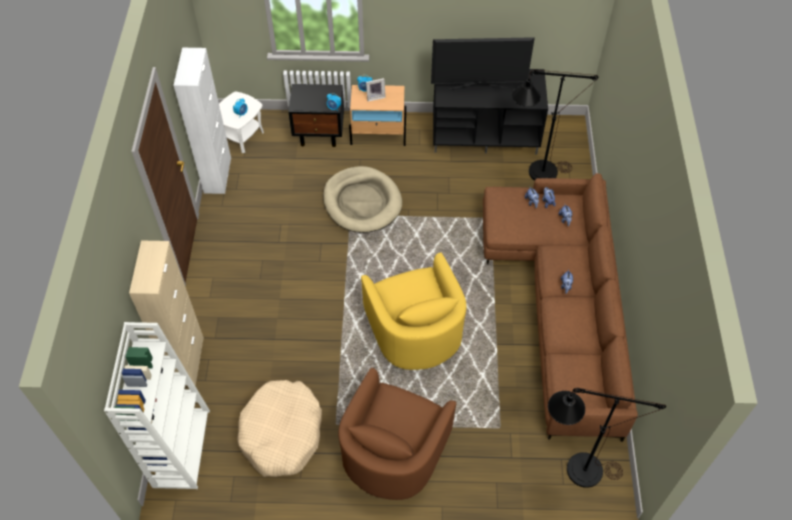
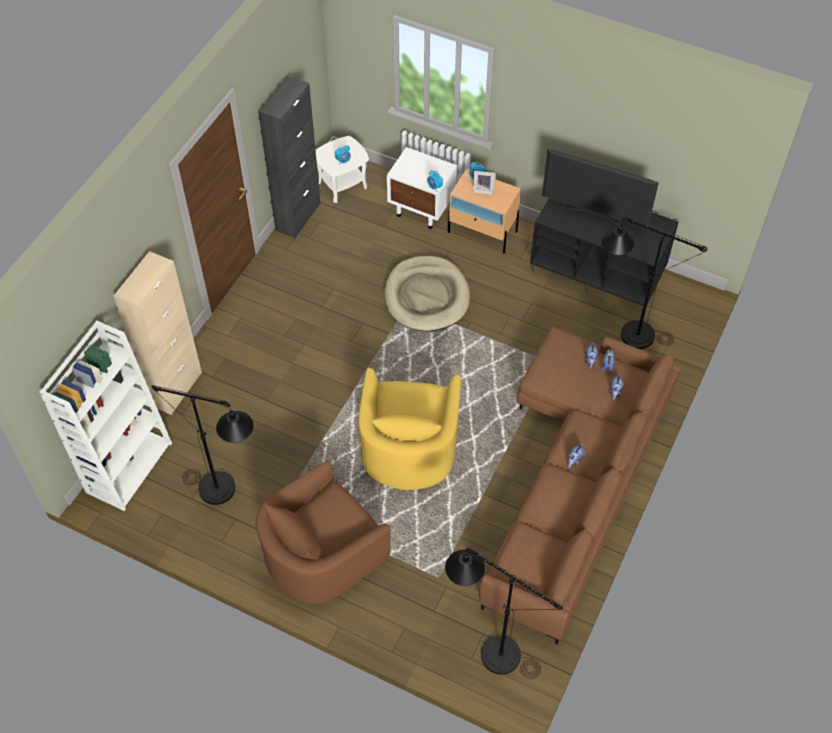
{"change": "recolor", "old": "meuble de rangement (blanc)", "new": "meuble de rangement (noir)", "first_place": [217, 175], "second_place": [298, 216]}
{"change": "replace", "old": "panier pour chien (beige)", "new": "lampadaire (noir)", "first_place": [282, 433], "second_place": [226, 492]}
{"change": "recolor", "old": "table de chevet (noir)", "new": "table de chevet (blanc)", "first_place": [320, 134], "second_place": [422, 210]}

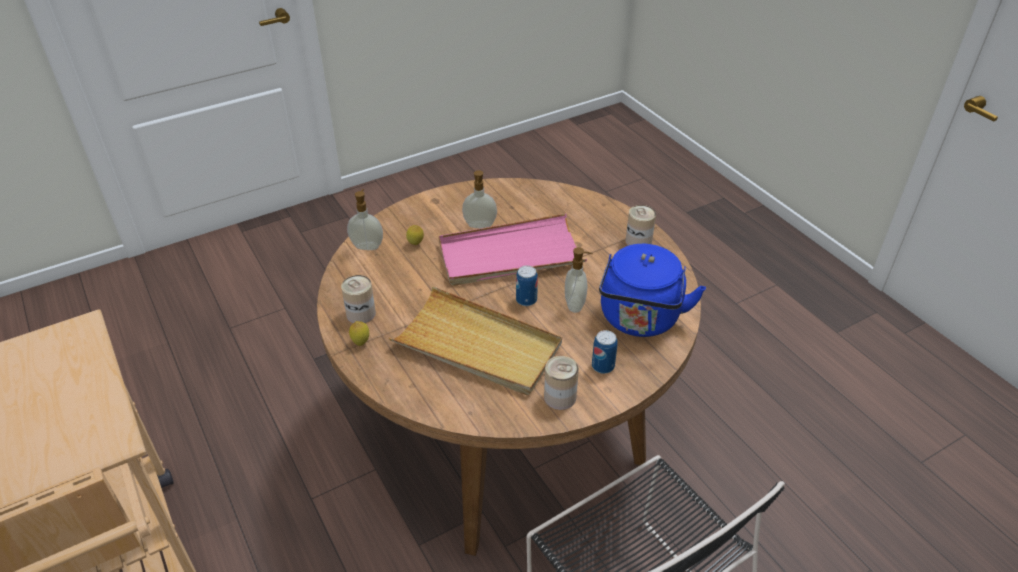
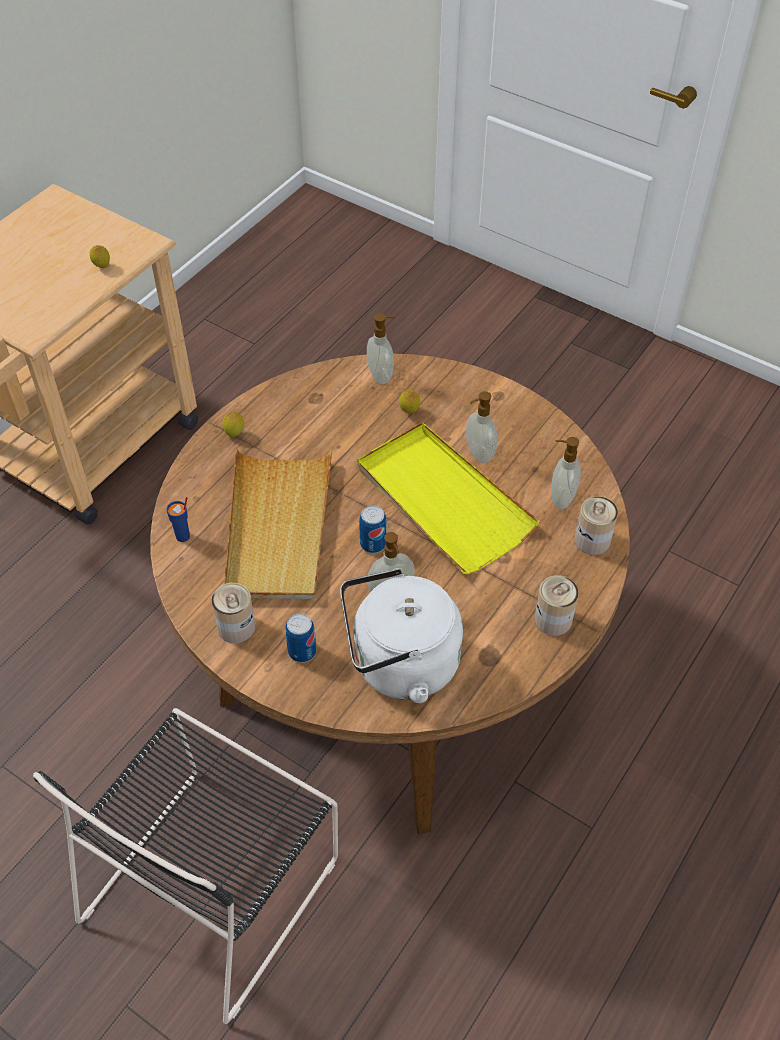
{"change": "move", "old": "boîte métallique", "first_place": [361, 313], "second_place": [592, 540]}
{"change": "recolor", "old": "plateau (rose)", "new": "plateau (jaune)", "first_place": [510, 255], "second_place": [442, 501]}
{"change": "recolor", "old": "bouilloire (bleu)", "new": "bouilloire (blanc)", "first_place": [639, 320], "second_place": [399, 665]}
{"change": "insert", "new": "citron", "second_place": [102, 267]}
{"change": "insert", "new": "tasse (bleu)", "second_place": [183, 536]}
{"change": "insert", "new": "distributeur de savon", "second_place": [560, 497]}

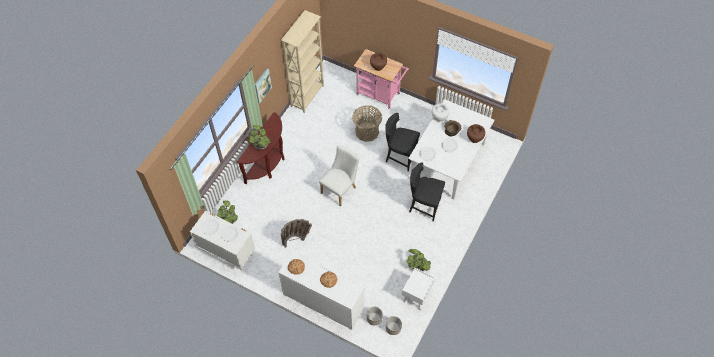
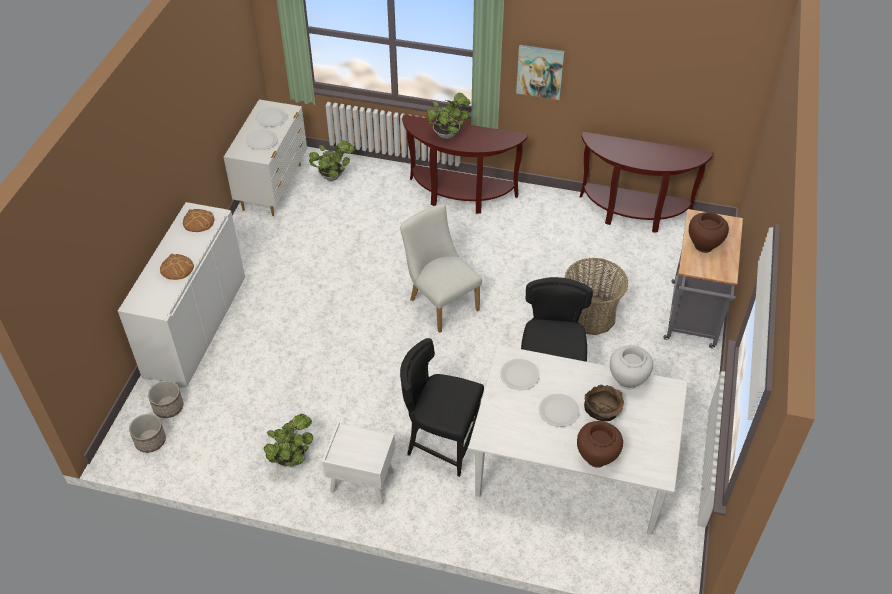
{"change": "replace", "old": "bibliothèque (beige)", "new": "table console (marron)", "first_place": [308, 96], "second_place": [633, 214]}
{"change": "delete", "old": "panier", "first_place": [297, 239]}
{"change": "rotate", "old": "chaise (blanc)", "first_place": [340, 189], "second_place": [440, 302], "degrees": -150}
{"change": "recolor", "old": "chariot (rose)", "new": "chariot (gris)", "first_place": [380, 95], "second_place": [692, 319]}
{"change": "move", "old": "table de chevet (blanc)", "first_place": [417, 295], "second_place": [361, 481]}
{"change": "rotate", "old": "chaise (noir)", "first_place": [424, 206], "second_place": [441, 443], "degrees": -75}

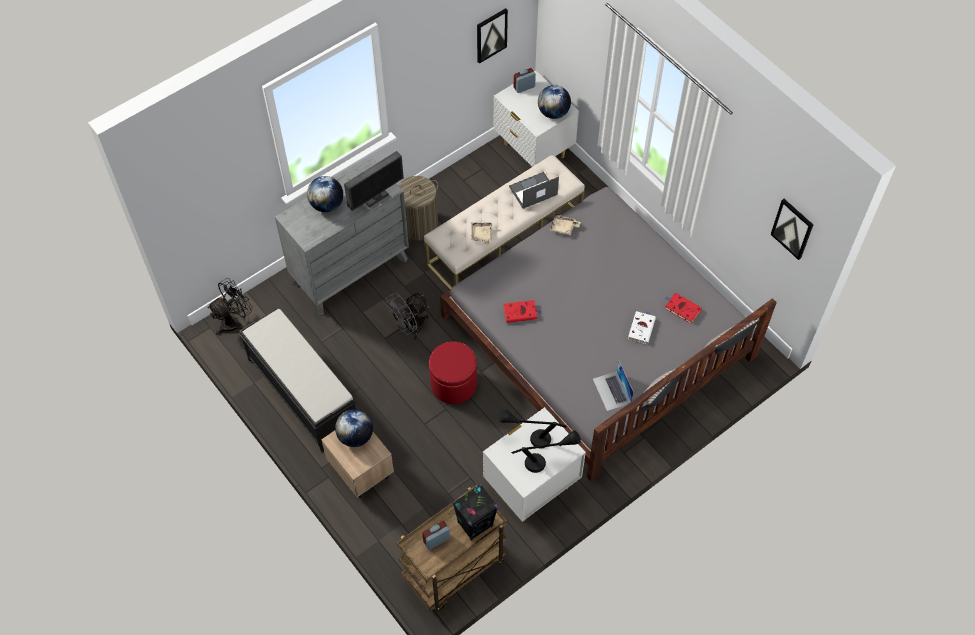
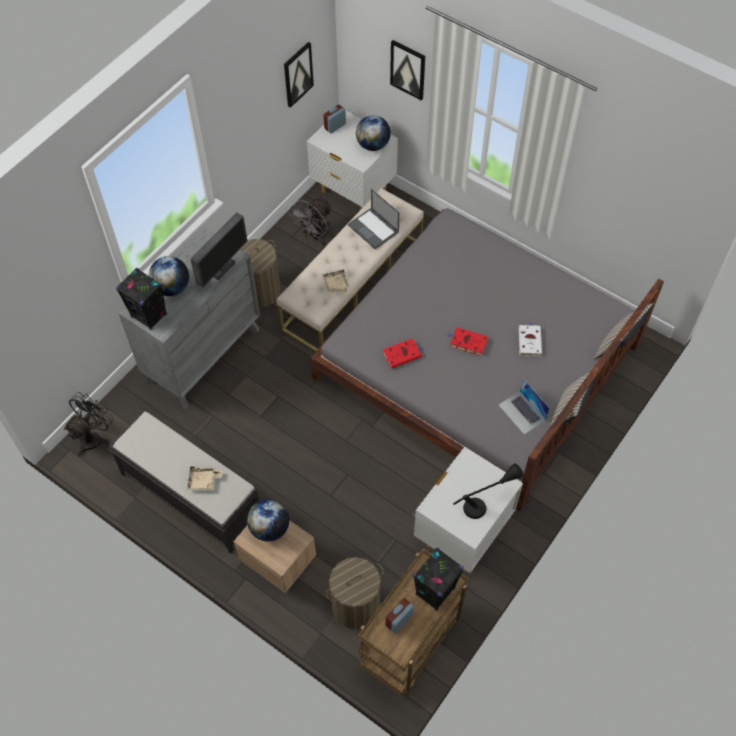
{"change": "move", "old": "ventilateur (gris)", "first_place": [410, 328], "second_place": [315, 236]}
{"change": "delete", "old": "pouf (rouge)", "first_place": [453, 384]}
{"change": "delete", "old": "lampe de table (noir)", "first_place": [529, 437]}
{"change": "rotate", "old": "ordinateur portable", "first_place": [532, 191], "second_place": [374, 229], "degrees": -90}
{"change": "move", "old": "plateau (beige)", "first_place": [563, 227], "second_place": [204, 481]}
{"change": "move", "old": "livre (rouge)", "first_place": [681, 309], "second_place": [467, 342]}
{"change": "move", "old": "tableau", "first_place": [792, 228], "second_place": [408, 69]}
{"change": "insert", "new": "enceinte (noir)", "second_place": [149, 316]}
{"change": "insert", "new": "panier à linge", "second_place": [356, 605]}

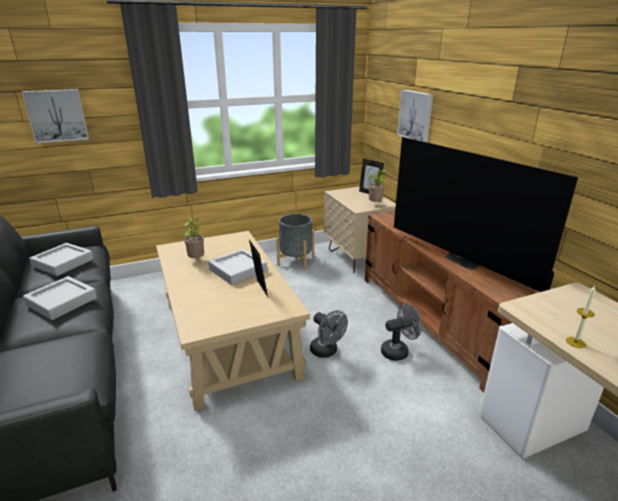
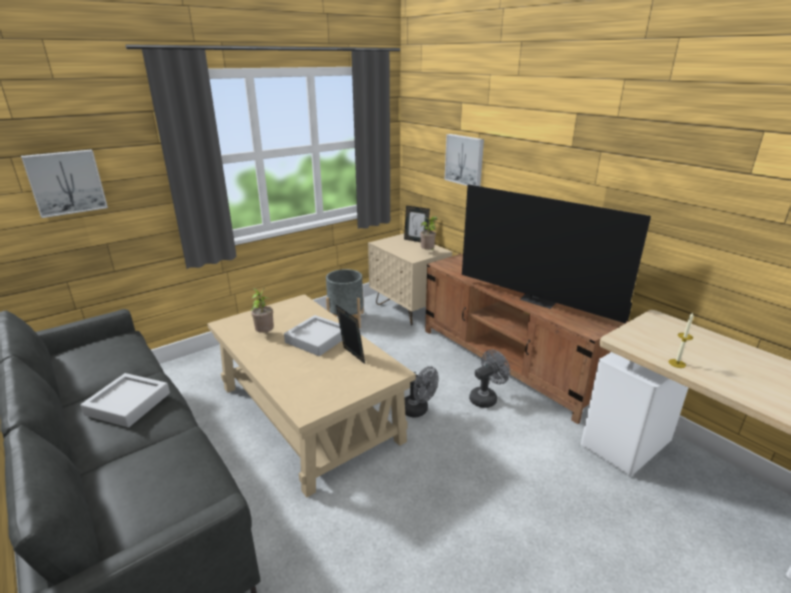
{"change": "delete", "old": "plateau (gris)", "first_place": [63, 263]}

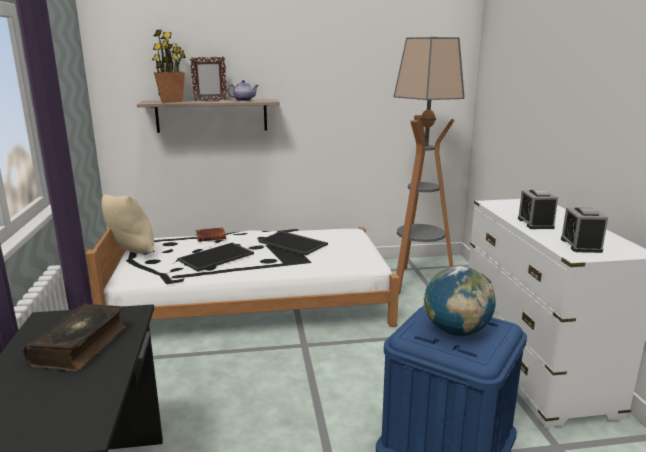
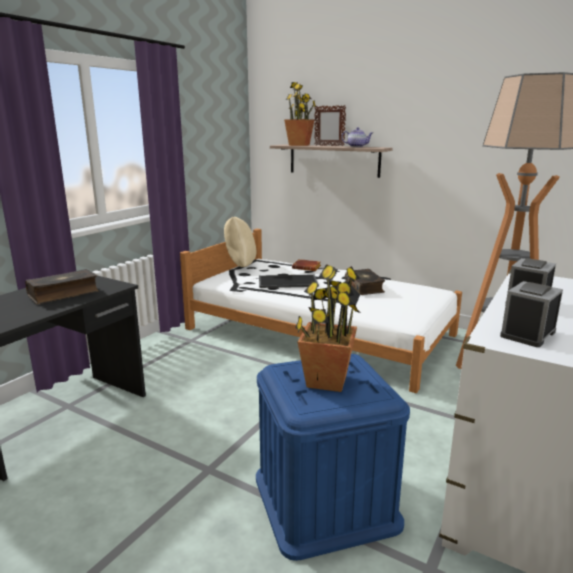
{"change": "replace", "old": "plateau", "new": "livre", "first_place": [294, 243], "second_place": [365, 287]}
{"change": "replace", "old": "globe", "new": "plante en pot", "first_place": [456, 331], "second_place": [326, 381]}

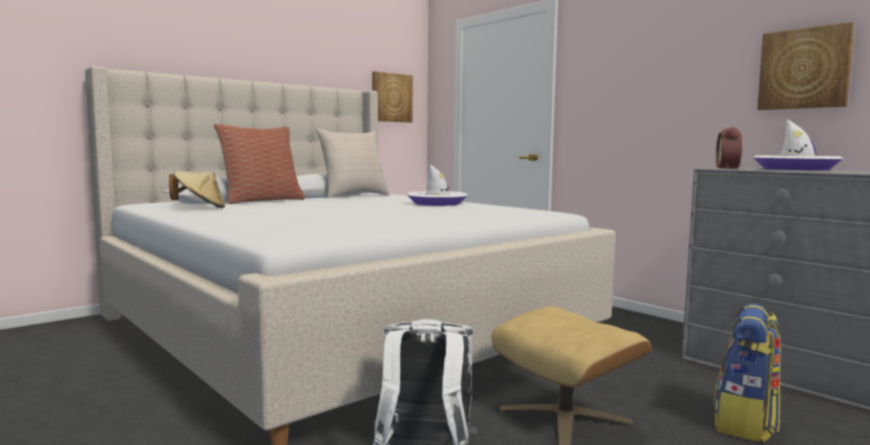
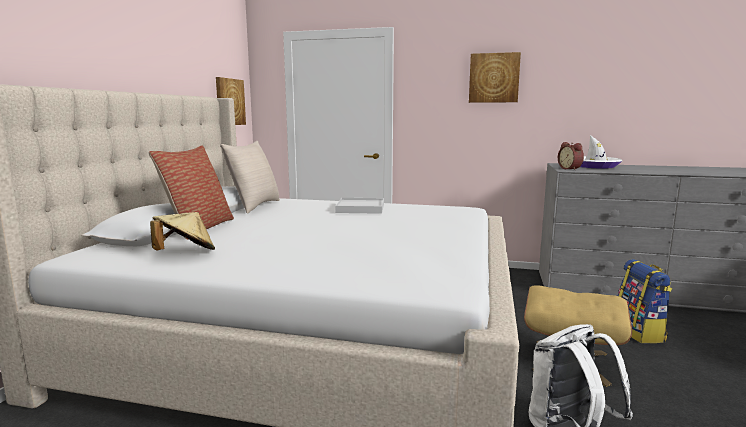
{"change": "replace", "old": "chapeau (blanc)", "new": "plateau (blanc)", "first_place": [437, 203], "second_place": [360, 208]}
{"change": "move", "old": "tableau", "first_place": [804, 69], "second_place": [494, 78]}

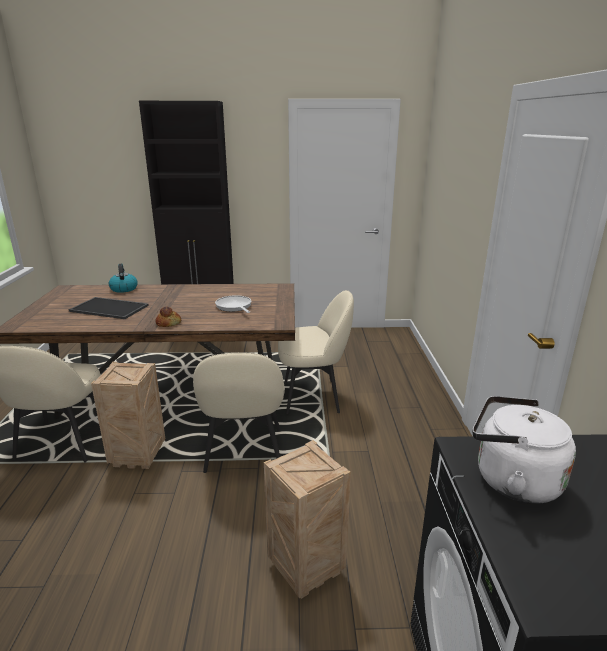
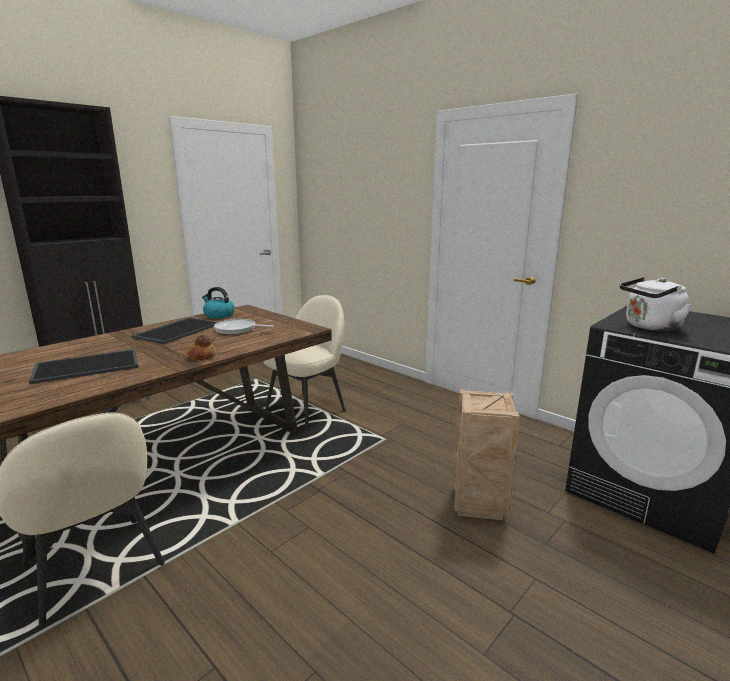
{"change": "delete", "old": "caisse", "first_place": [139, 455]}
{"change": "move", "old": "bouilloire", "first_place": [123, 289], "second_place": [218, 315]}
{"change": "delete", "old": "chaise (beige)", "first_place": [244, 452]}
{"change": "insert", "new": "plateau", "second_place": [177, 330]}

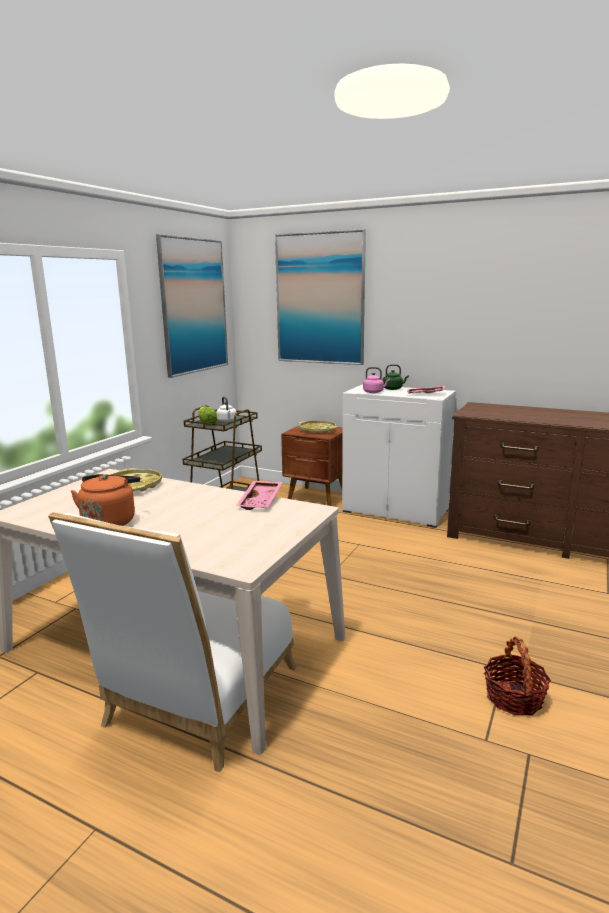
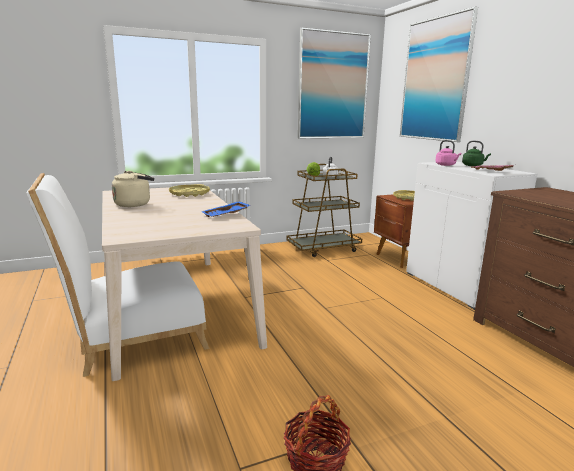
{"change": "recolor", "old": "bouilloire (orange)", "new": "bouilloire (beige)", "first_place": [110, 521], "second_place": [135, 204]}
{"change": "recolor", "old": "plateau (rose)", "new": "plateau (bleu)", "first_place": [261, 501], "second_place": [226, 215]}

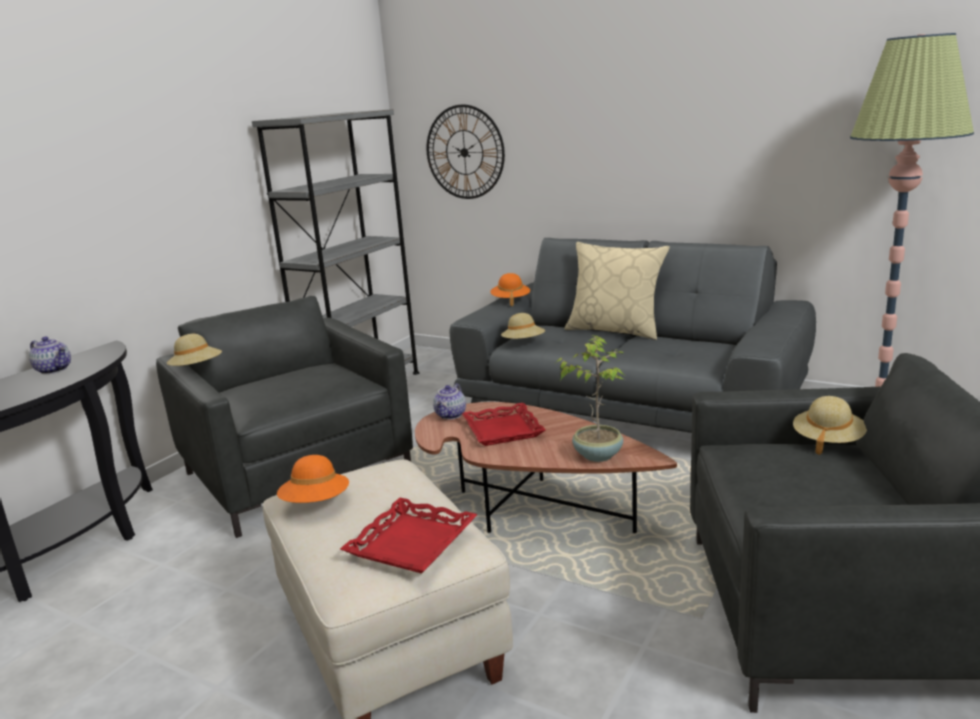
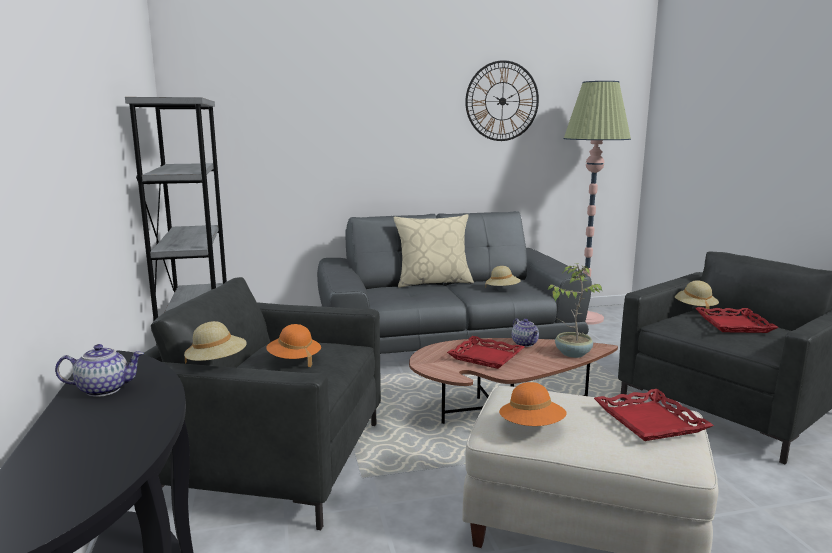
{"change": "move", "old": "horloge murale", "first_place": [464, 152], "second_place": [502, 101]}
{"change": "move", "old": "théière", "first_place": [451, 415], "second_place": [525, 343]}
{"change": "move", "old": "chapeau (orange)", "first_place": [510, 301], "second_place": [294, 360]}
{"change": "move", "old": "chapeau (beige)", "first_place": [523, 343], "second_place": [502, 289]}
{"change": "insert", "new": "plateau (rouge)", "second_place": [733, 324]}

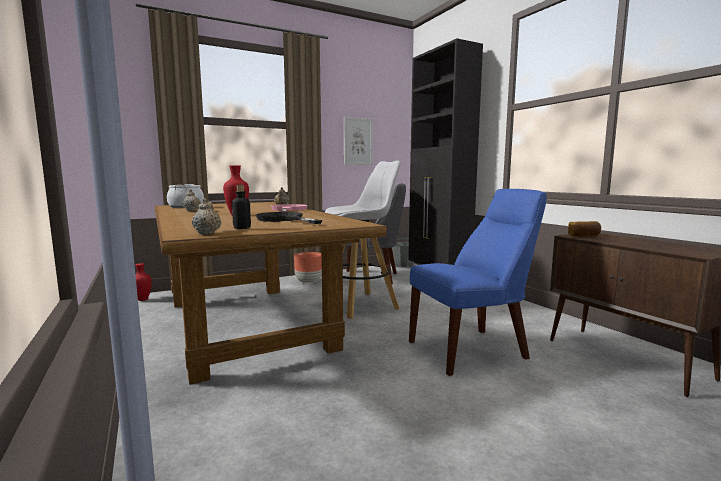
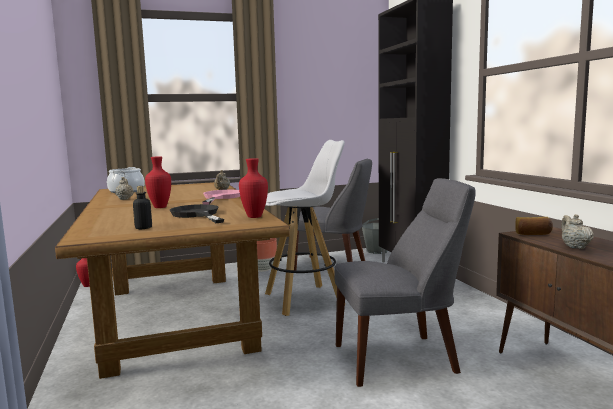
{"change": "move", "old": "théière (beige)", "first_place": [207, 233], "second_place": [574, 247]}
{"change": "delete", "old": "tableau", "first_place": [358, 141]}
{"change": "recolor", "old": "chaise (bleu)", "new": "chaise (gris)", "first_place": [472, 349], "second_place": [400, 358]}
{"change": "insert", "new": "vase (rouge)", "second_place": [254, 216]}

